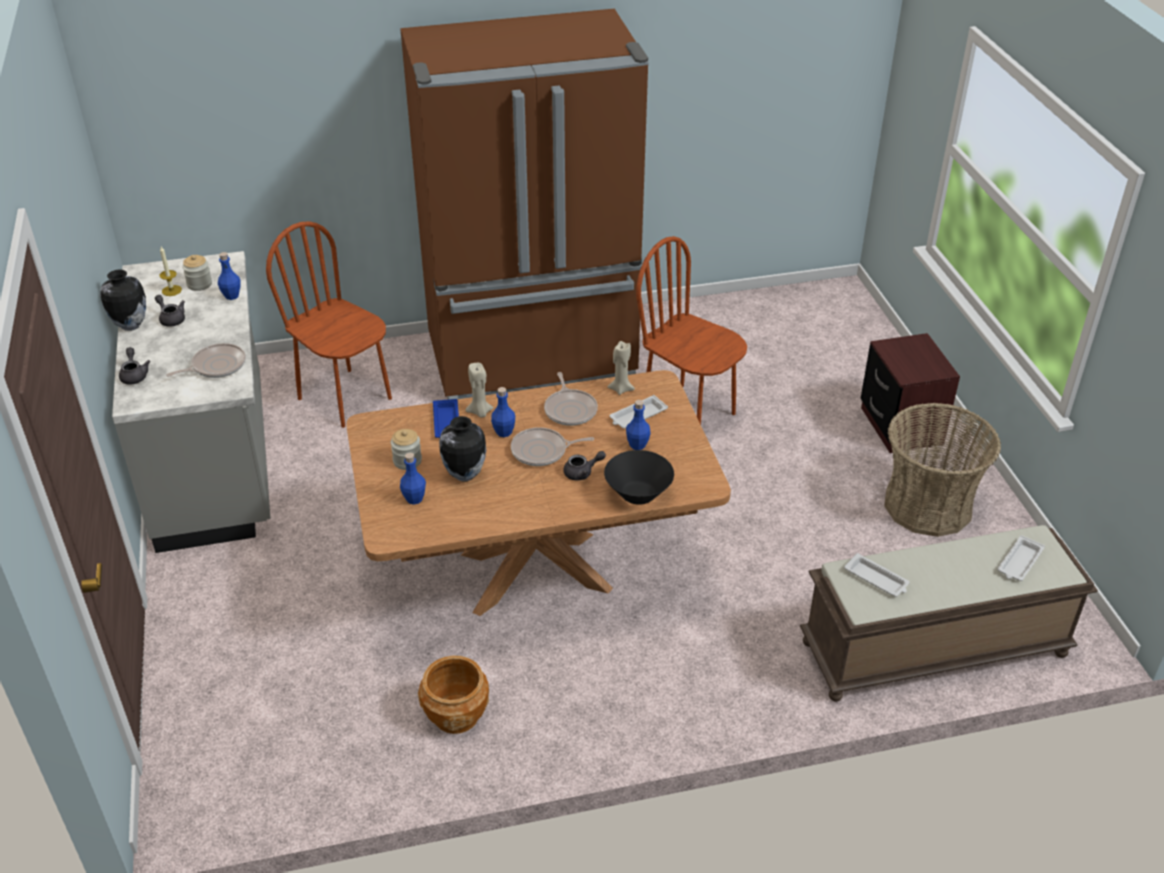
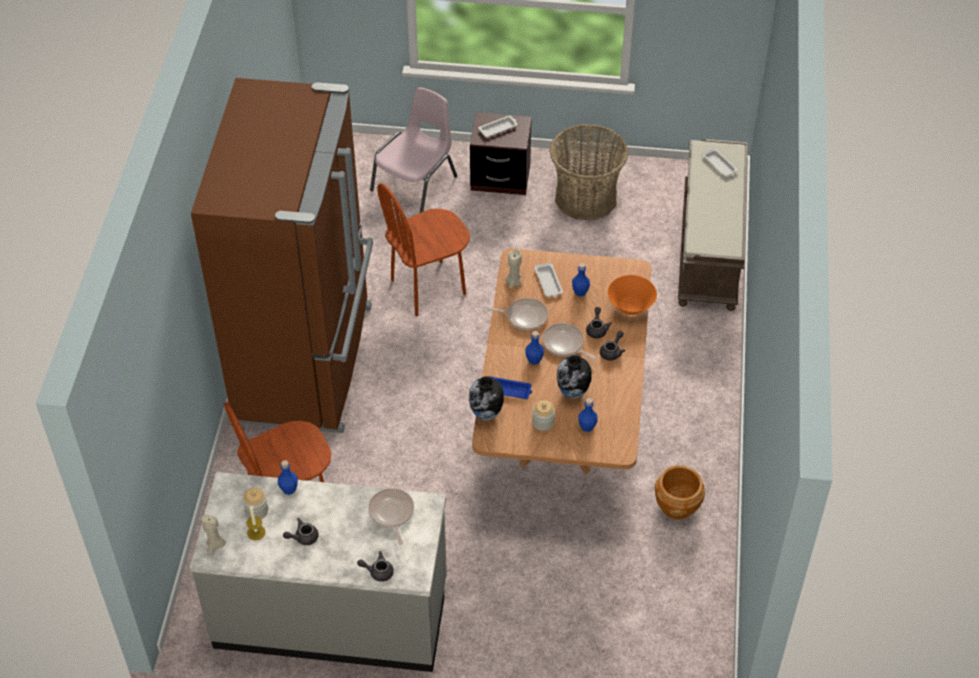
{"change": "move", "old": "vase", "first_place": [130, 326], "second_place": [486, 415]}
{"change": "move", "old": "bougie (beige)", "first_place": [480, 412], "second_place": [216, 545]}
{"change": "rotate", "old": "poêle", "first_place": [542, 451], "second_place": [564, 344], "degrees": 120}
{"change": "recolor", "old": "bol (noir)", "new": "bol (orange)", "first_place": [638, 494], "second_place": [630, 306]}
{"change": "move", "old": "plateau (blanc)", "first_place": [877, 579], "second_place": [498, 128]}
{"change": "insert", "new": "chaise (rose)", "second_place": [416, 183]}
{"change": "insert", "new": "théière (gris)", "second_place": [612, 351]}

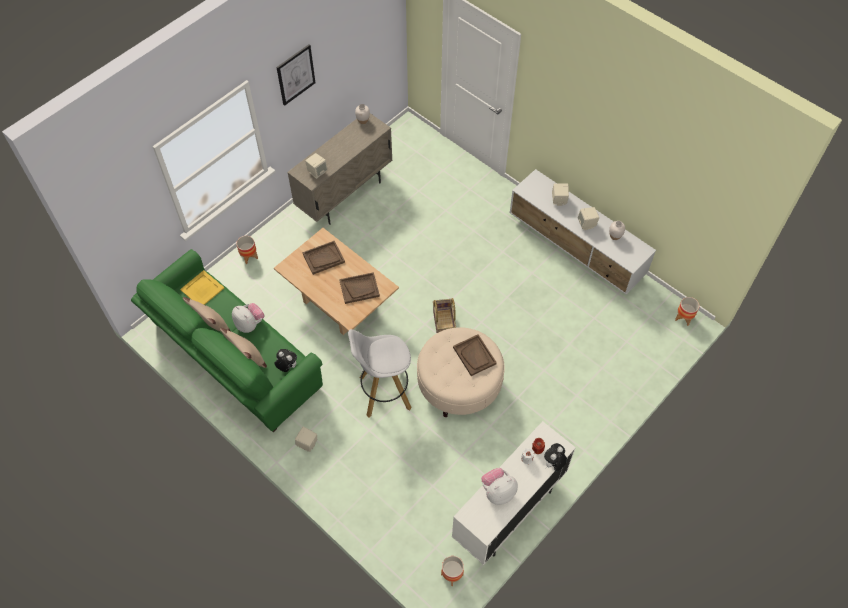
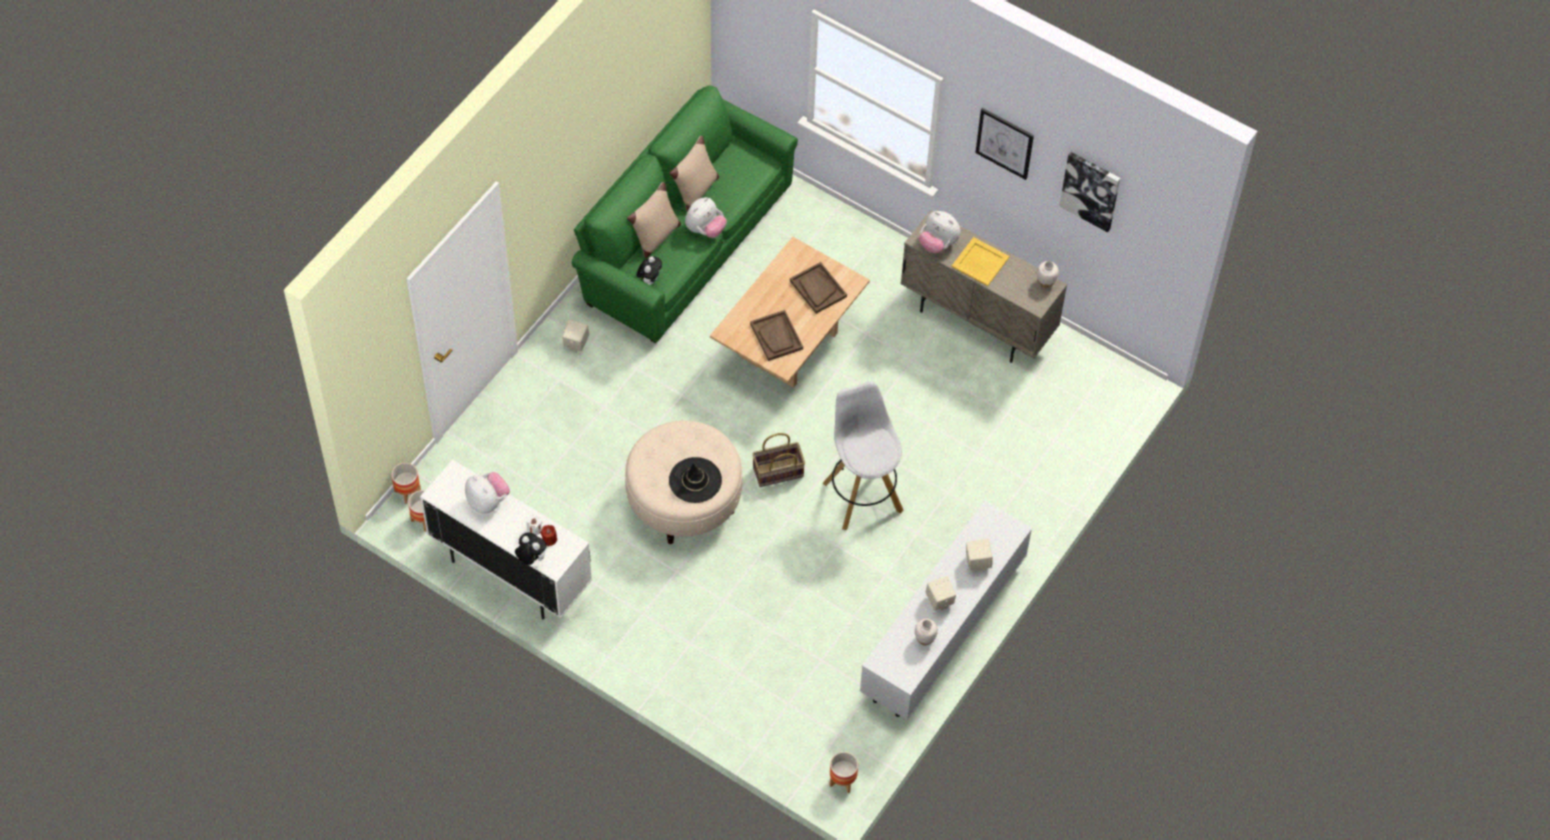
{"change": "move", "old": "plateau (jaune)", "first_place": [202, 289], "second_place": [979, 262]}
{"change": "move", "old": "cache-pot", "first_place": [249, 257], "second_place": [407, 492]}
{"change": "replace", "old": "enceinte (beige)", "new": "peluche", "first_place": [317, 172], "second_place": [938, 243]}
{"change": "move", "old": "tabouret (blanc)", "first_place": [383, 393], "second_place": [862, 495]}
{"change": "replace", "old": "plateau (marron)", "new": "chapeau (noir)", "first_place": [474, 355], "second_place": [695, 480]}
{"change": "insert", "new": "tableau", "second_place": [1090, 190]}

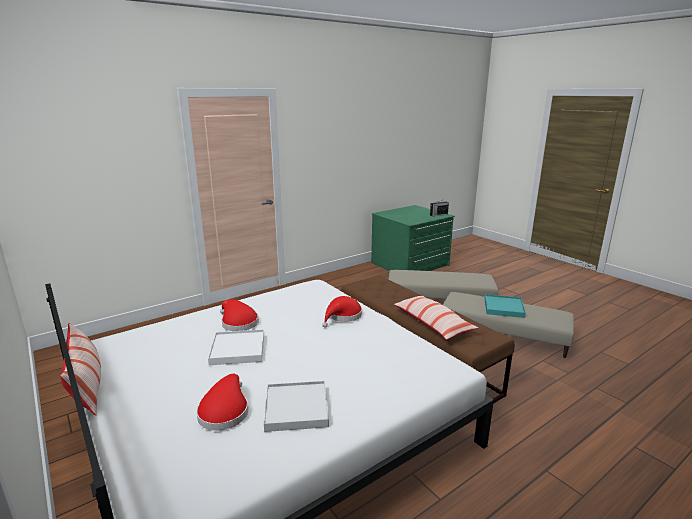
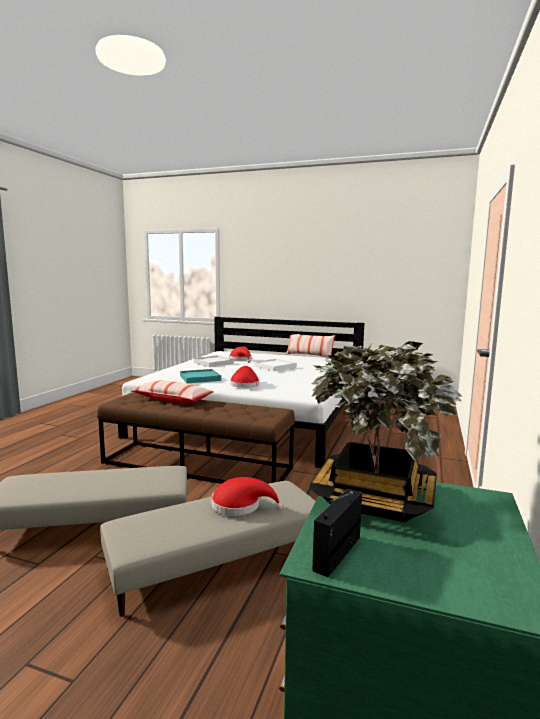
{"change": "move", "old": "chapeau (rouge)", "first_place": [238, 322], "second_place": [240, 505]}
{"change": "move", "old": "plateau (turquoise)", "first_place": [503, 308], "second_place": [200, 378]}
{"change": "insert", "new": "plante en pot", "second_place": [374, 498]}

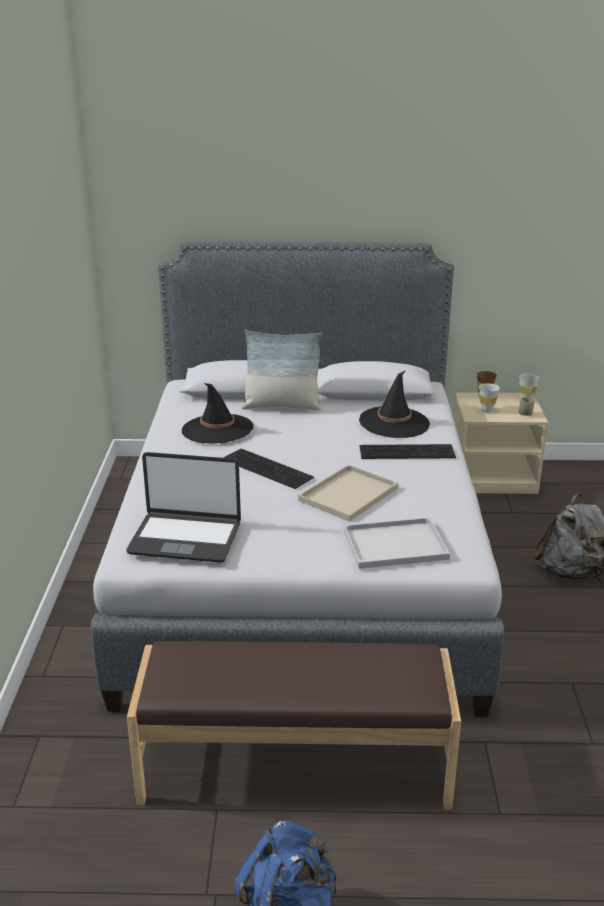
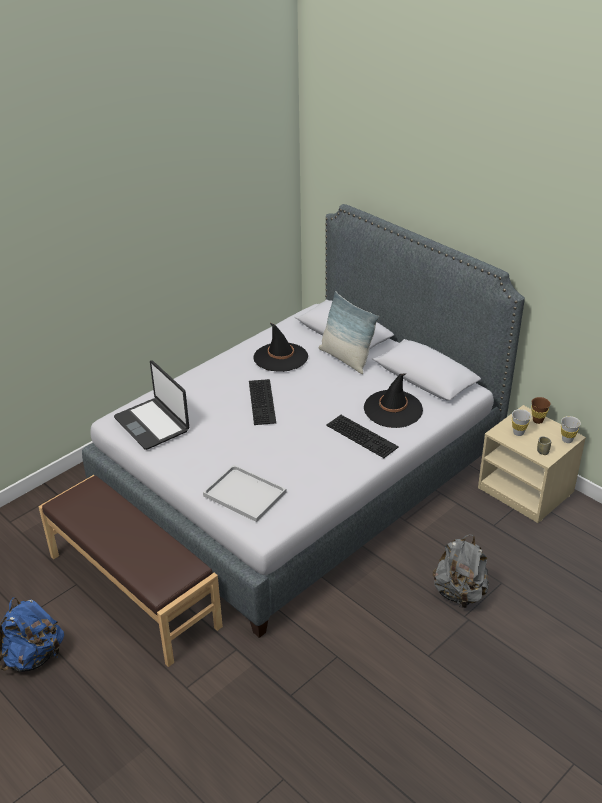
{"change": "delete", "old": "plateau (beige)", "first_place": [348, 495]}

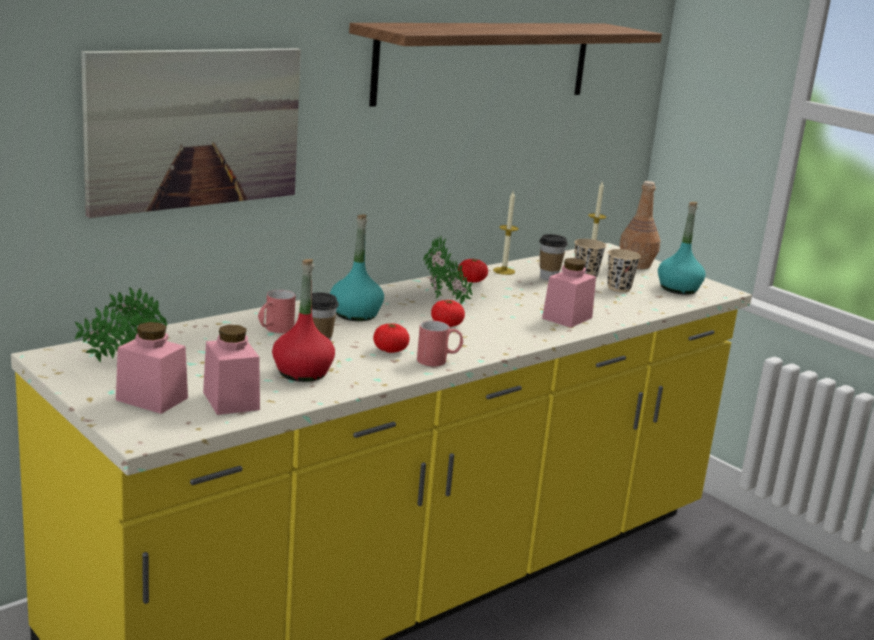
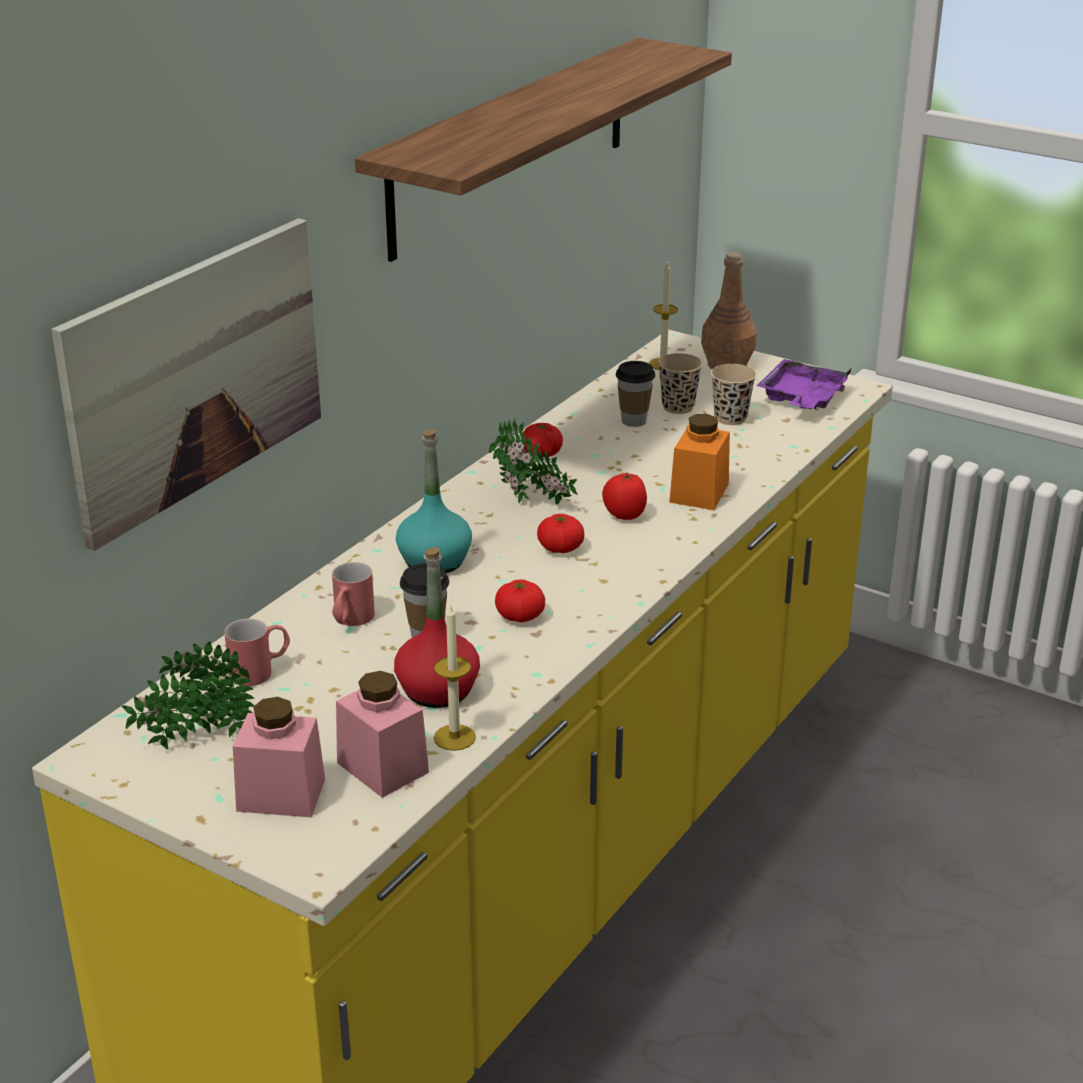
{"change": "move", "old": "mug (rouge)", "first_place": [439, 360], "second_place": [261, 671]}
{"change": "move", "old": "bougie", "first_place": [504, 271], "second_place": [454, 737]}
{"change": "recolor", "old": "bocal (rose)", "new": "bocal (orange)", "first_place": [567, 318], "second_place": [699, 493]}
{"change": "replace", "old": "bouteille (turquoise)", "new": "plateau (violet)", "first_place": [678, 289], "second_place": [802, 399]}
{"change": "insert", "new": "tomate", "second_place": [624, 516]}

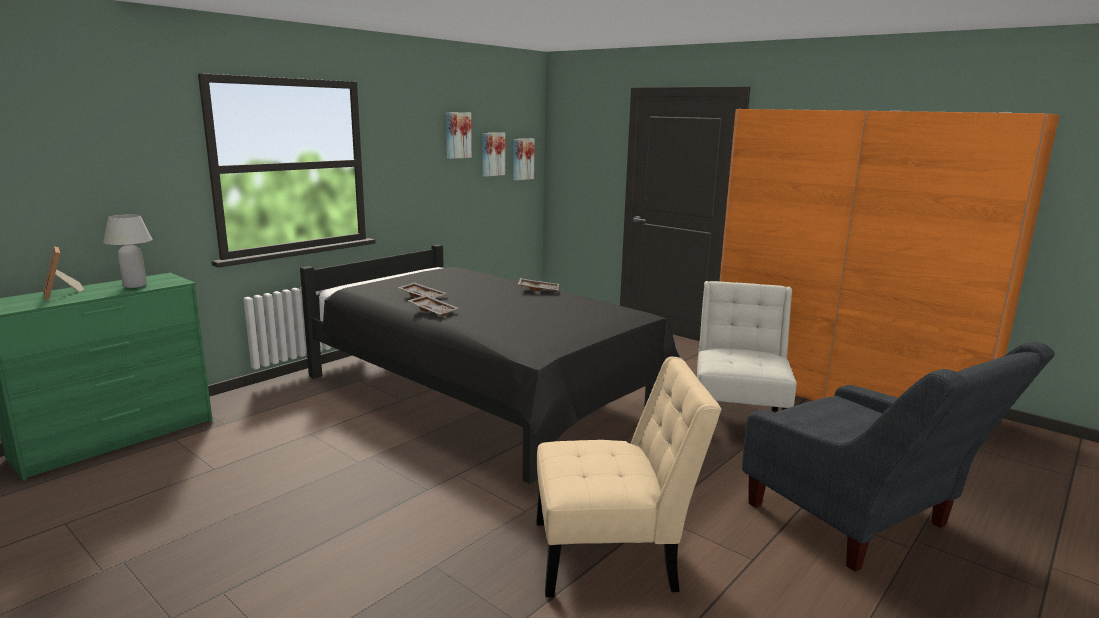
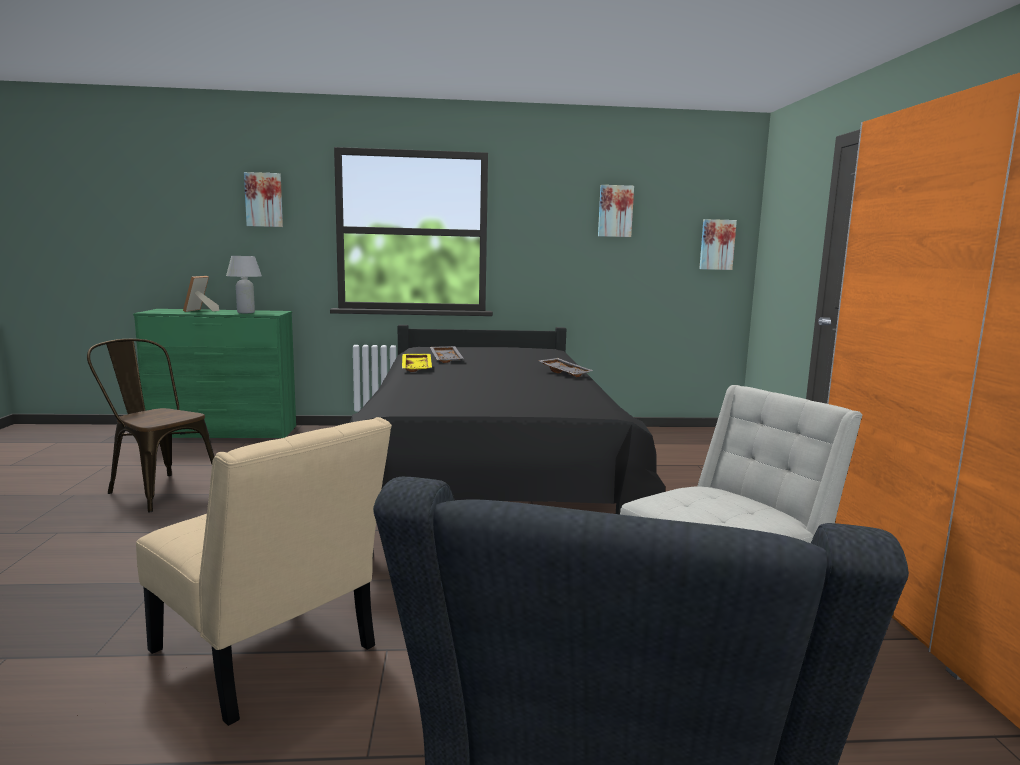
{"change": "recolor", "old": "plateau (gris)", "new": "plateau (jaune)", "first_place": [434, 311], "second_place": [417, 368]}
{"change": "move", "old": "tableau", "first_place": [492, 154], "second_place": [264, 200]}
{"change": "insert", "new": "chaise (marron)", "second_place": [158, 489]}

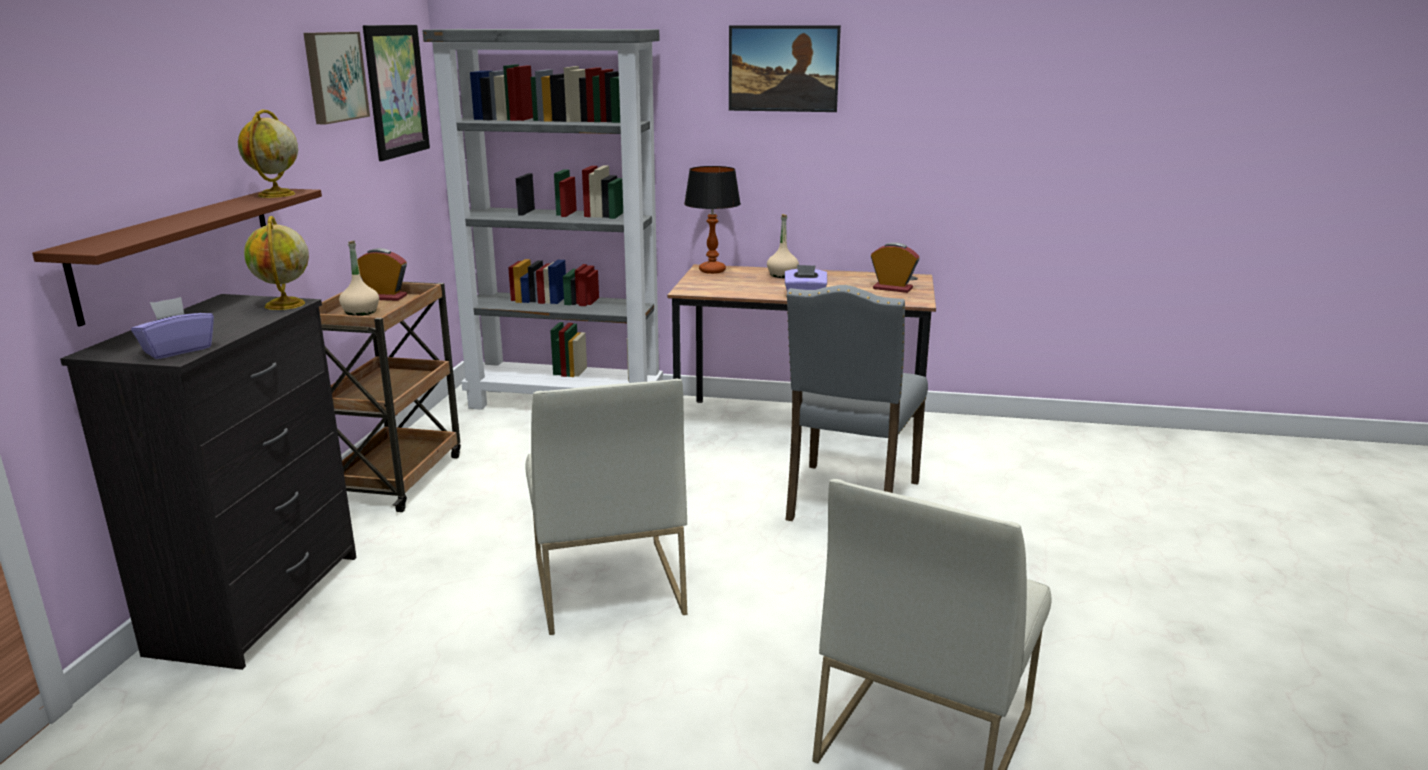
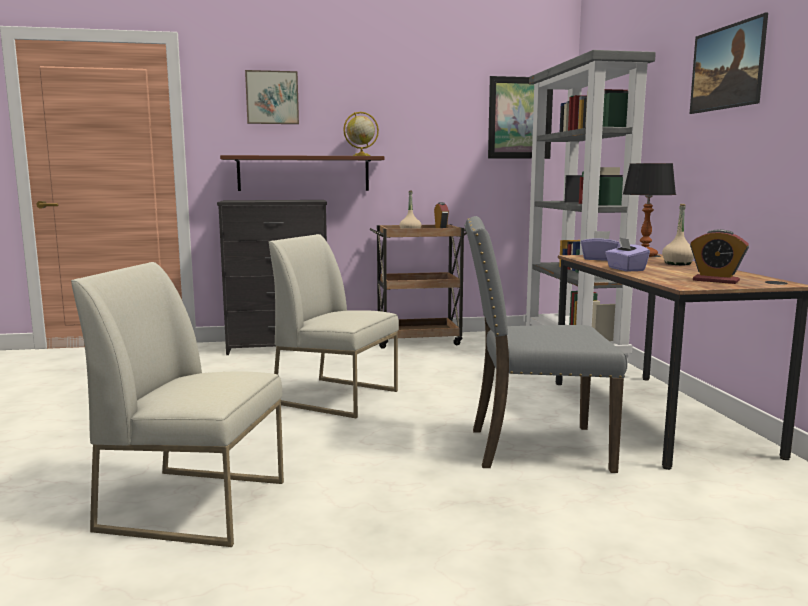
{"change": "move", "old": "boîte à mouchoirs (violet)", "first_place": [178, 350], "second_place": [600, 259]}
{"change": "delete", "old": "globe", "first_place": [285, 305]}
{"change": "move", "old": "tableau", "first_place": [333, 76], "second_place": [272, 98]}
{"change": "rotate", "old": "chaise (blanc)", "first_place": [606, 584], "second_place": [338, 397], "degrees": 60}
{"change": "rotate", "old": "réveil", "first_place": [892, 288], "second_place": [715, 280], "degrees": 120}

